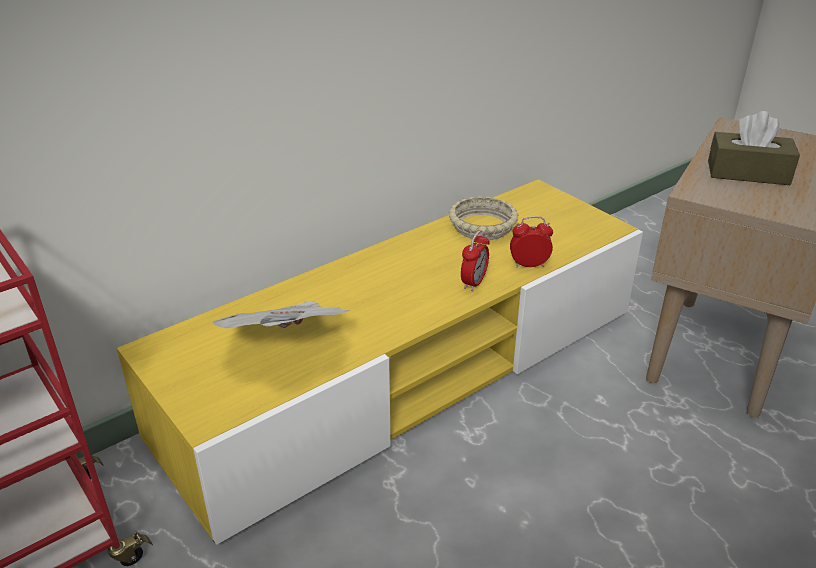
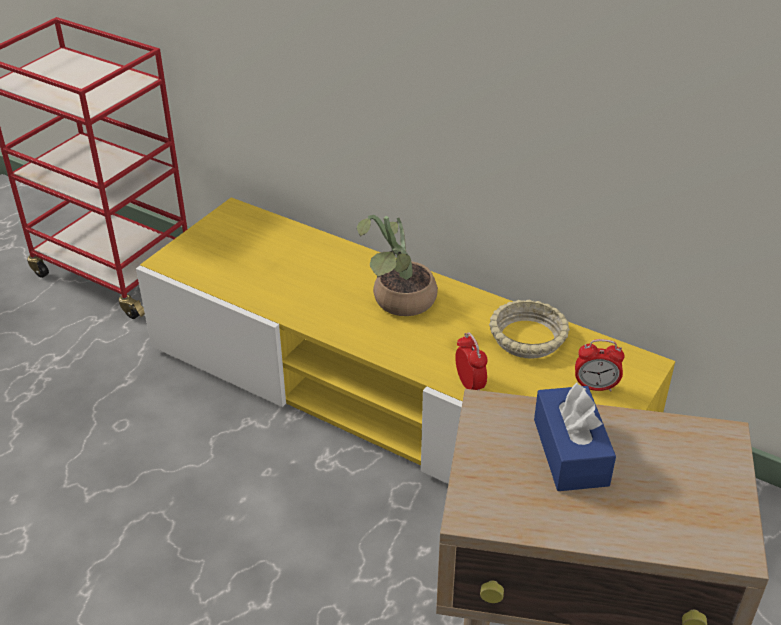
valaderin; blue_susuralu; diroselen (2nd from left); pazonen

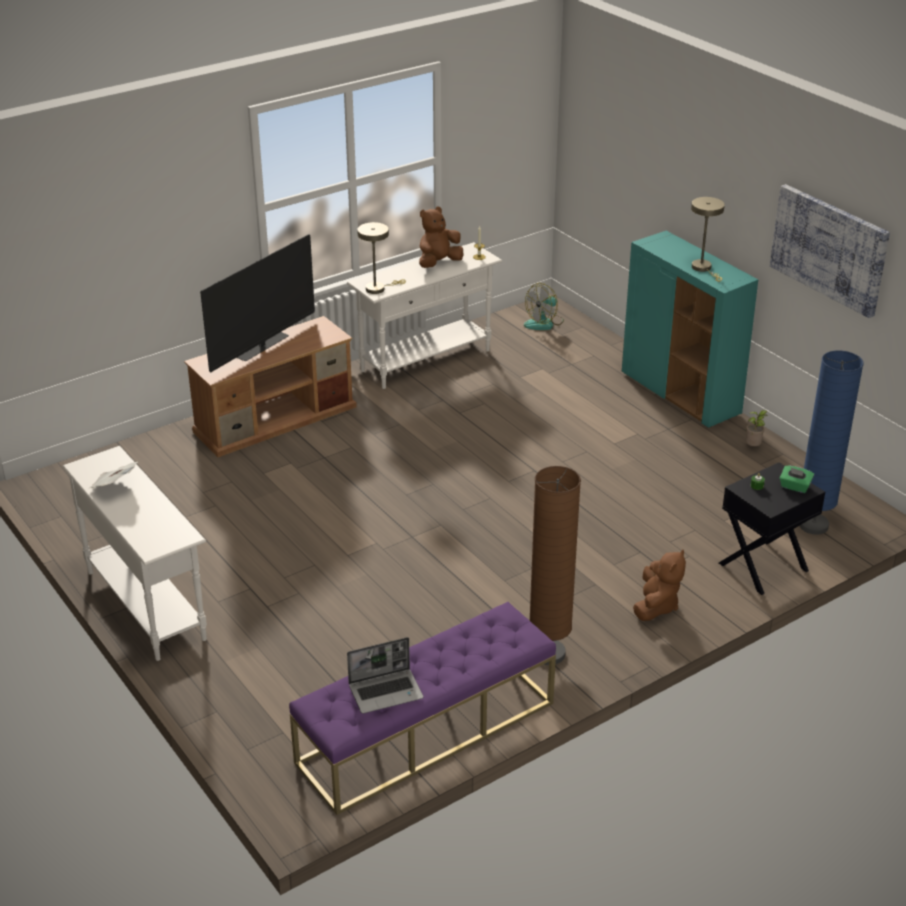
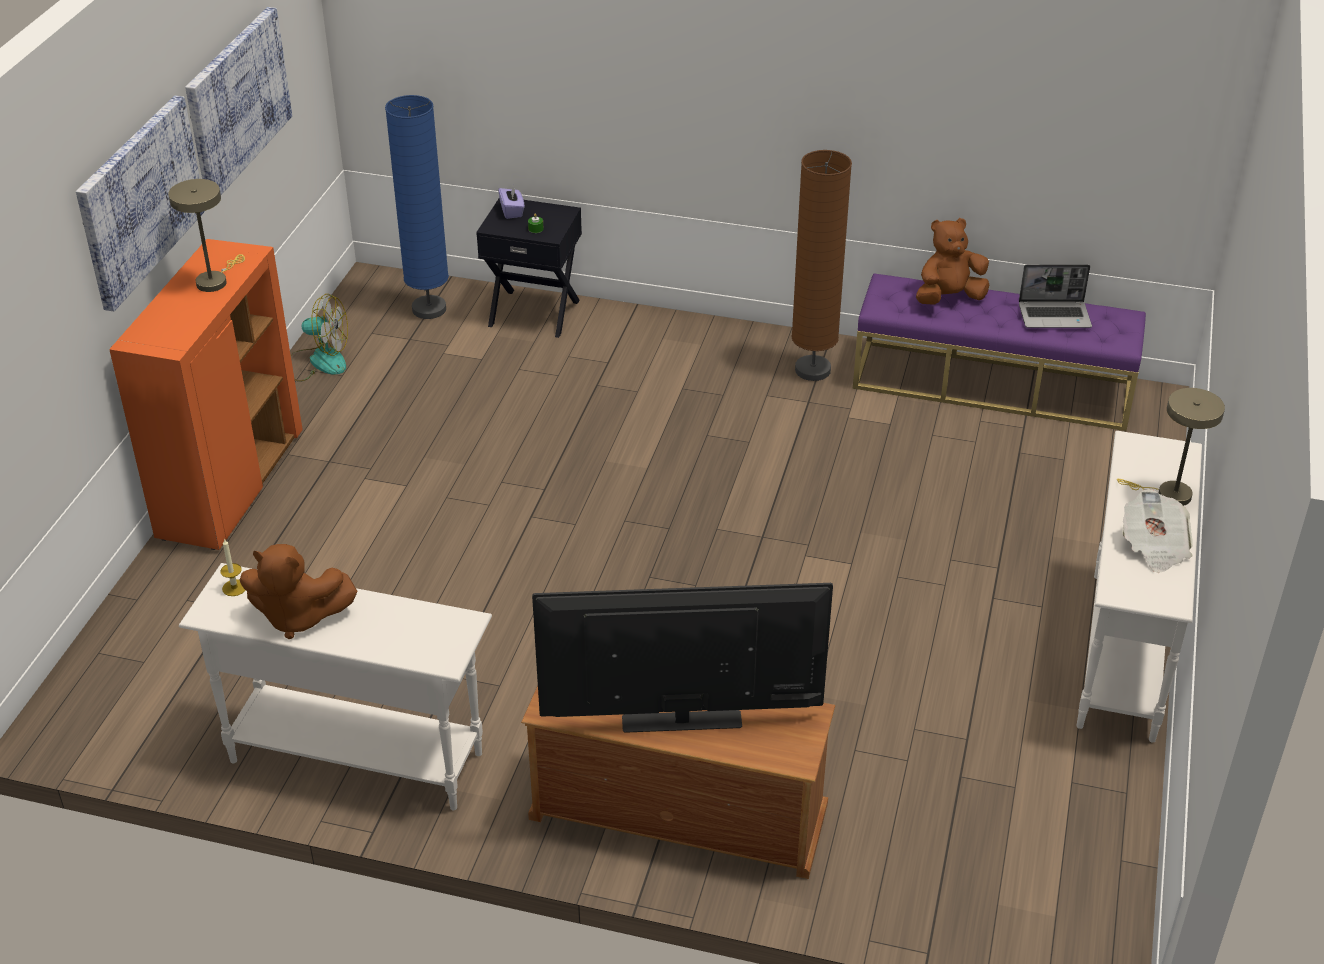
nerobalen (1st from left); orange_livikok; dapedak; purple_susuralu; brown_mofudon (2nd from left); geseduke; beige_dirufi (2nd from left); valaderin

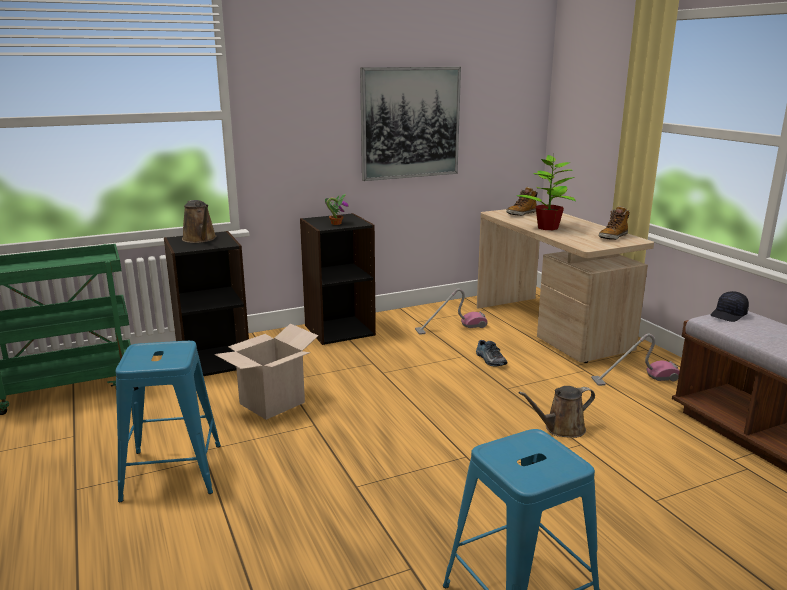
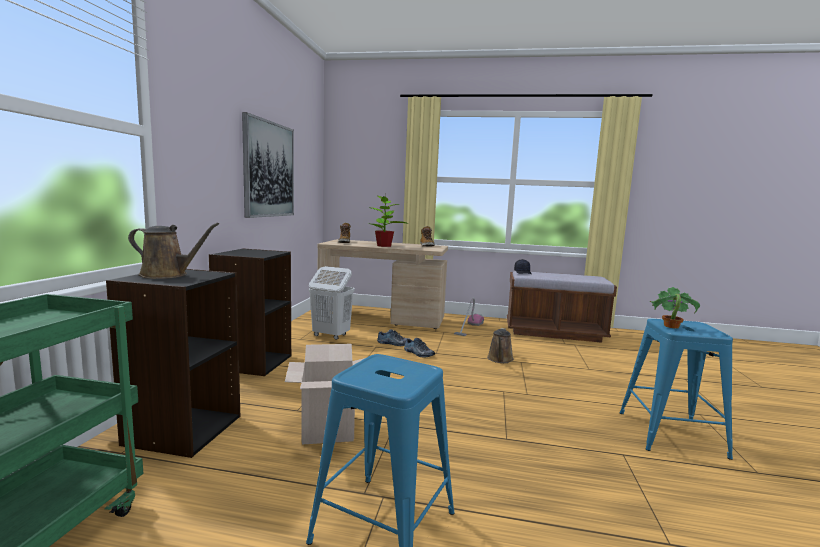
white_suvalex; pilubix (2nd from left); valaderin (2nd from left)

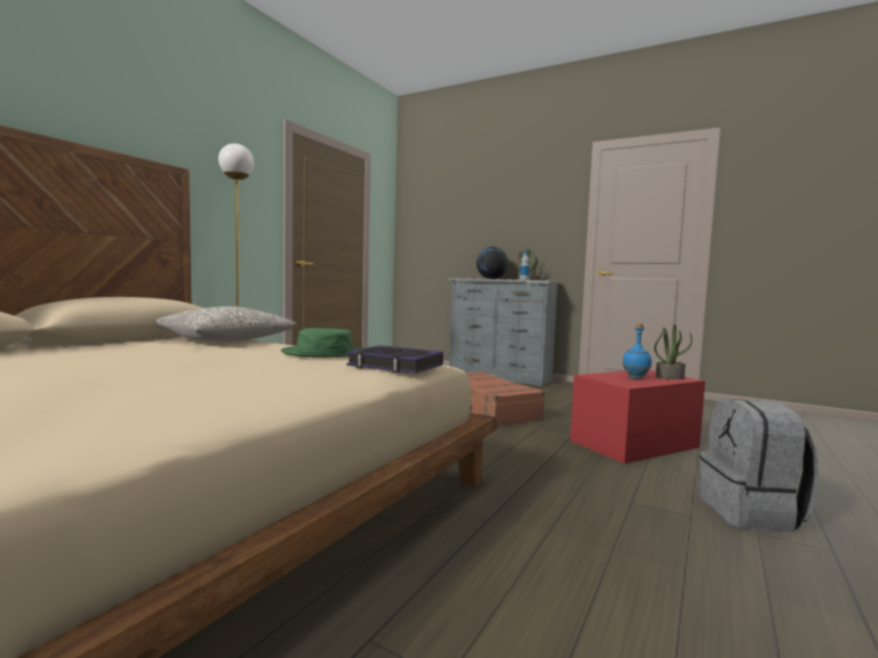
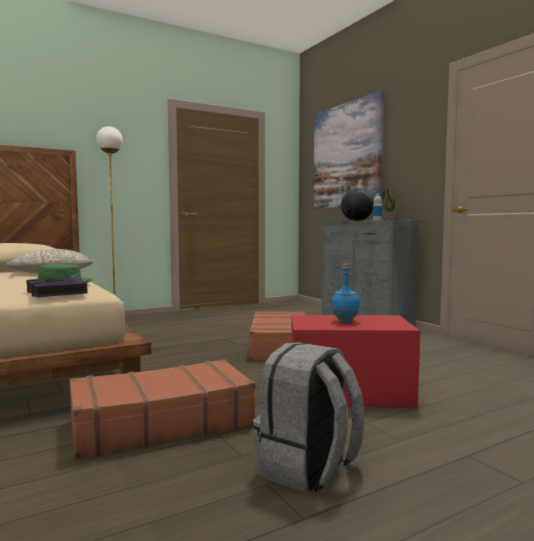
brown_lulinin (1st from left); nerobalen; valaderin (2nd from left in the first image)

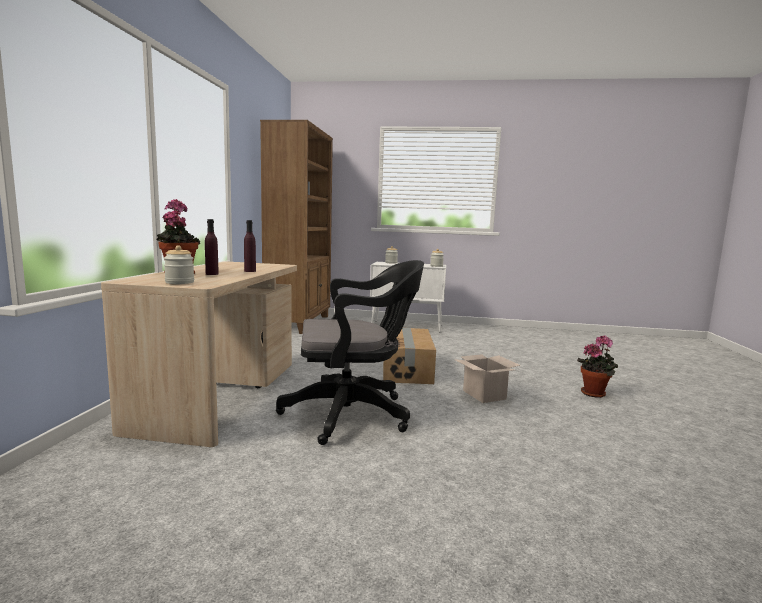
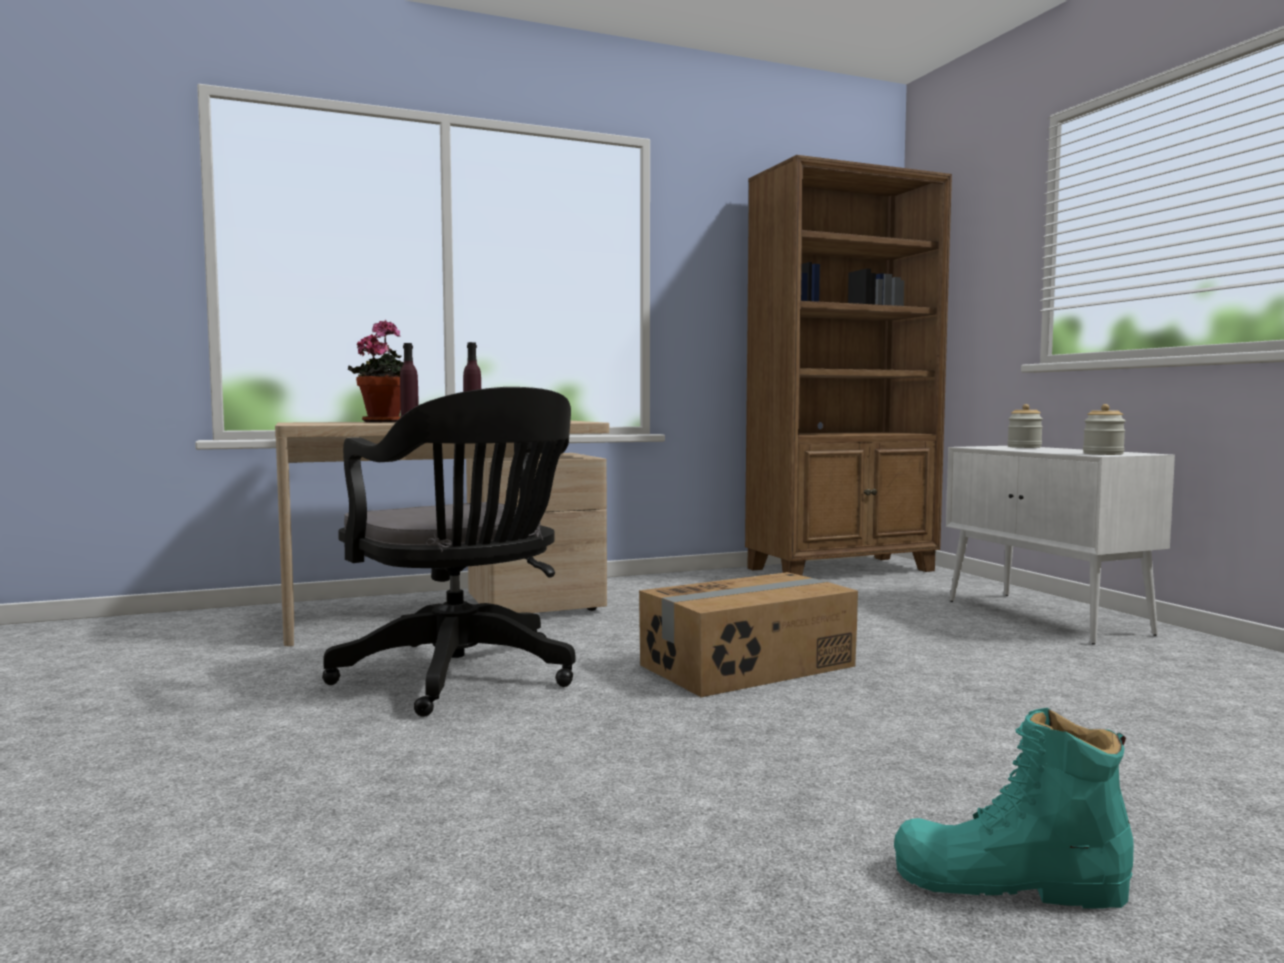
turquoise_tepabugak; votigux (1st from left in the first image); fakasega (2nd from left in the first image)

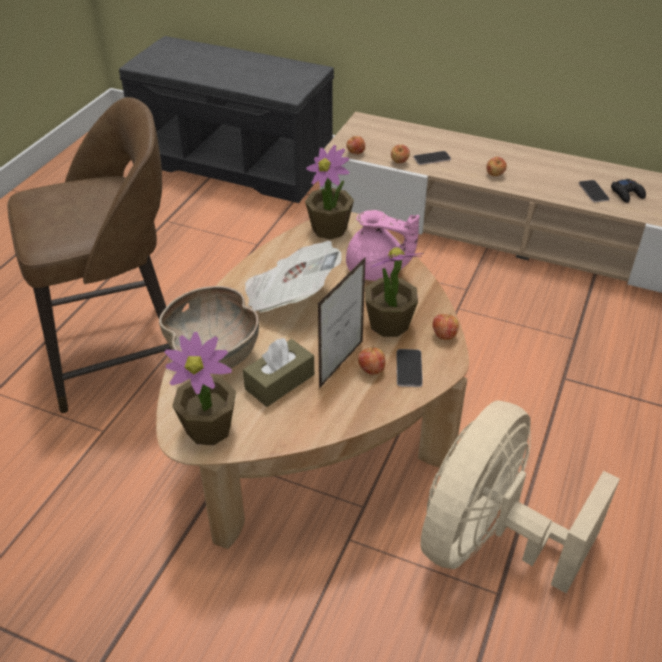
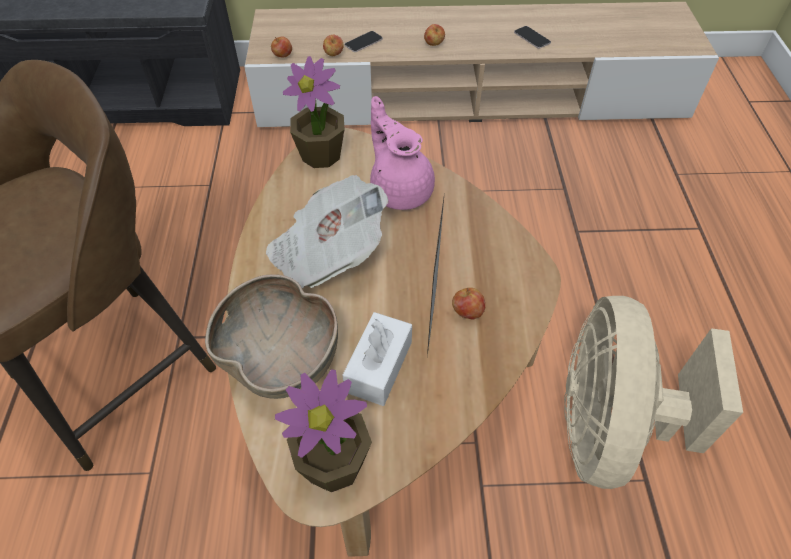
white_susuralu; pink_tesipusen; valaderin (3rd from left in the first image); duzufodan (1st from left in the first image); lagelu (4th from left in the first image); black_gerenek

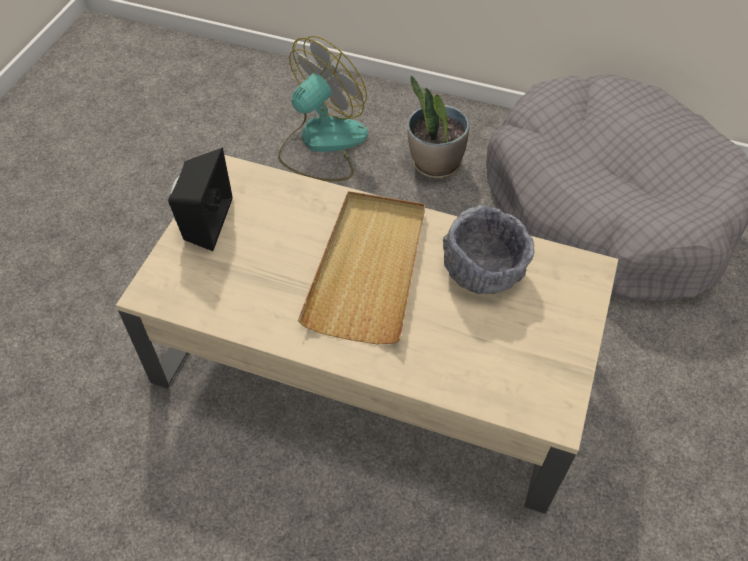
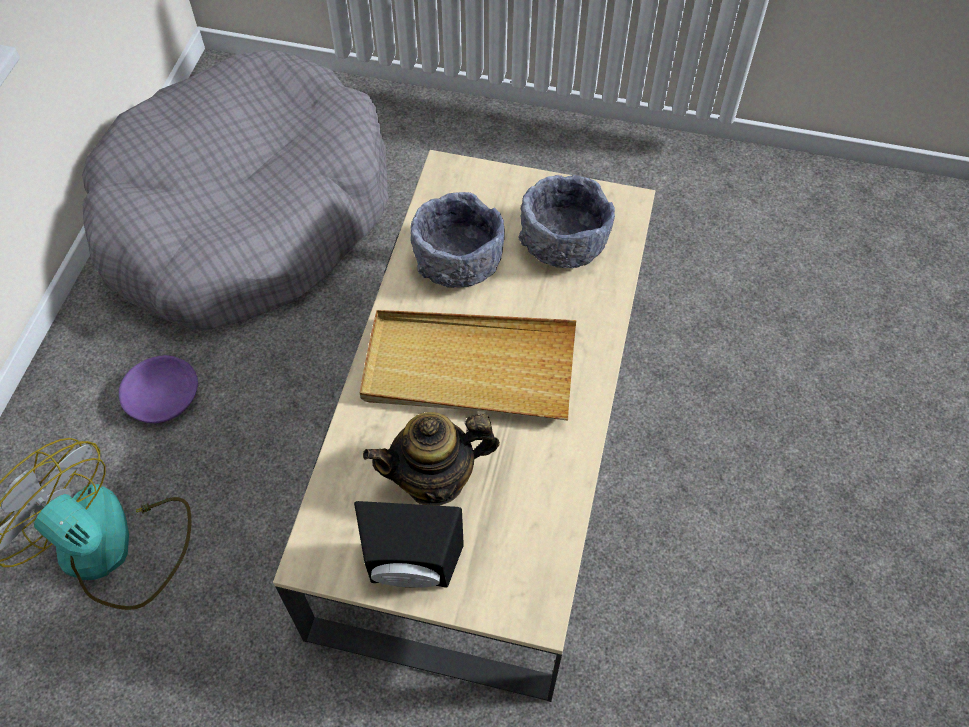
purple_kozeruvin; tesipusen; grey_kozeruvin (2nd from left)

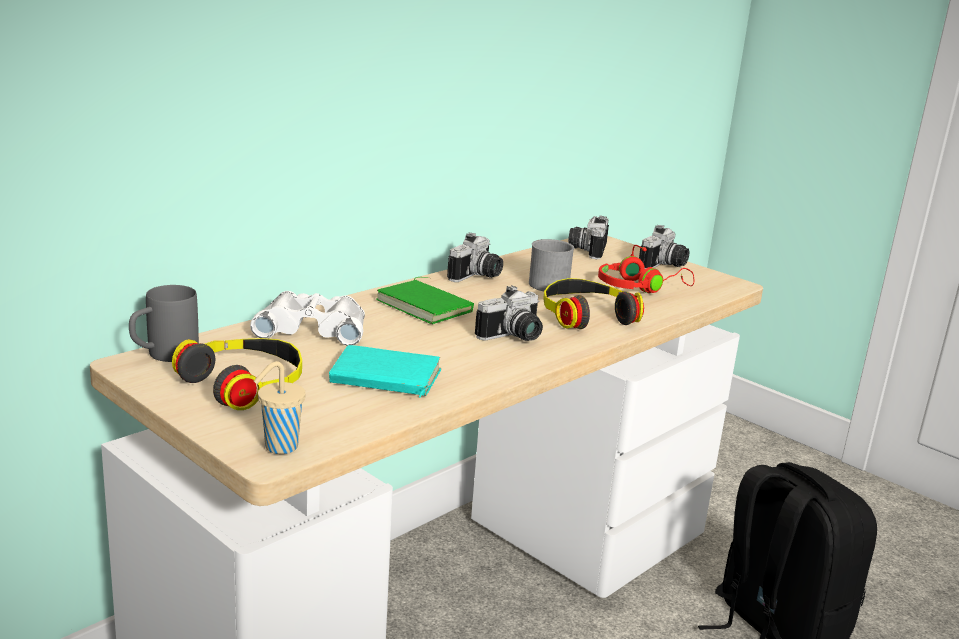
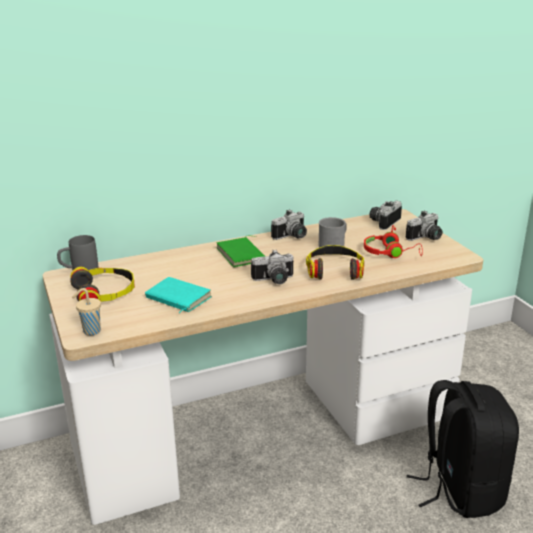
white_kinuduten

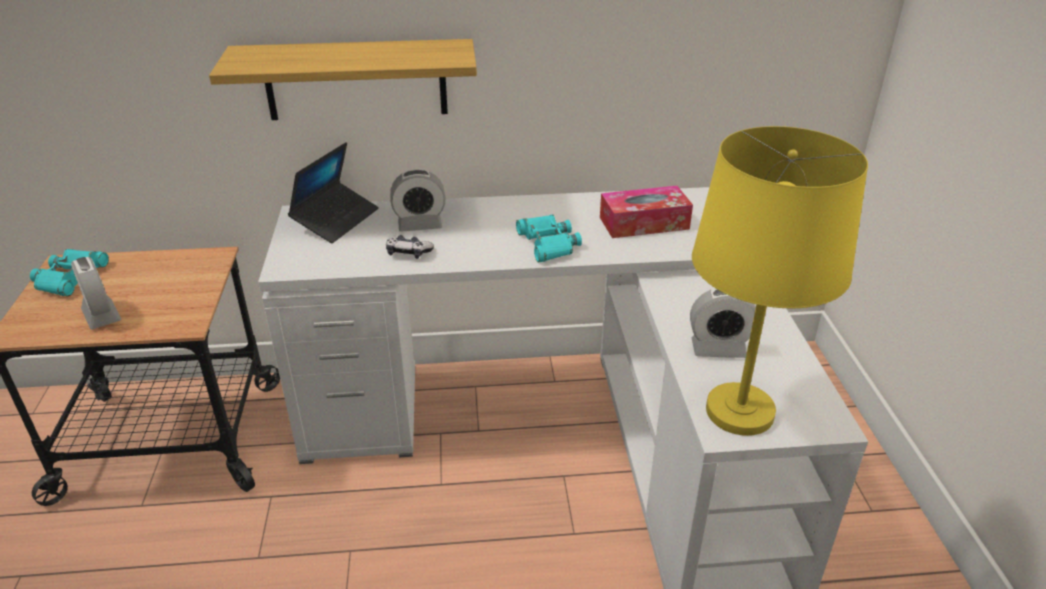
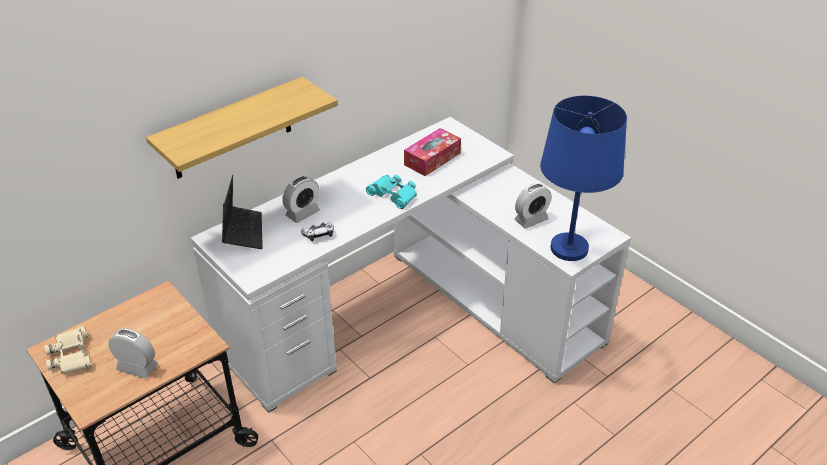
beige_kinuduten; blue_dirufi

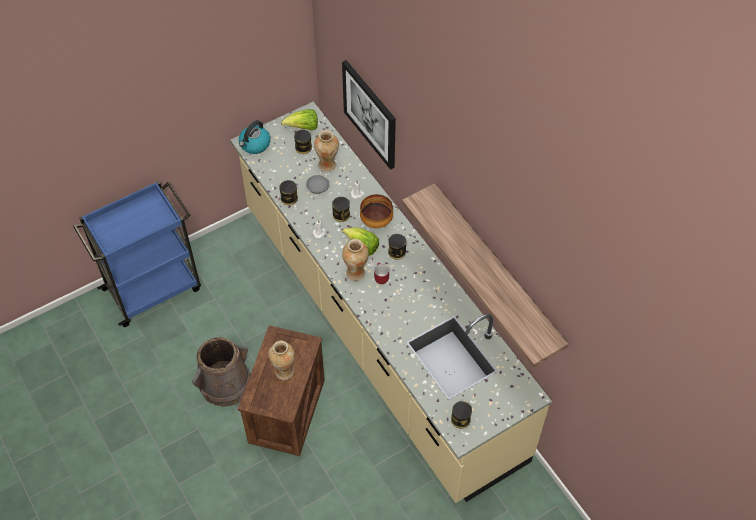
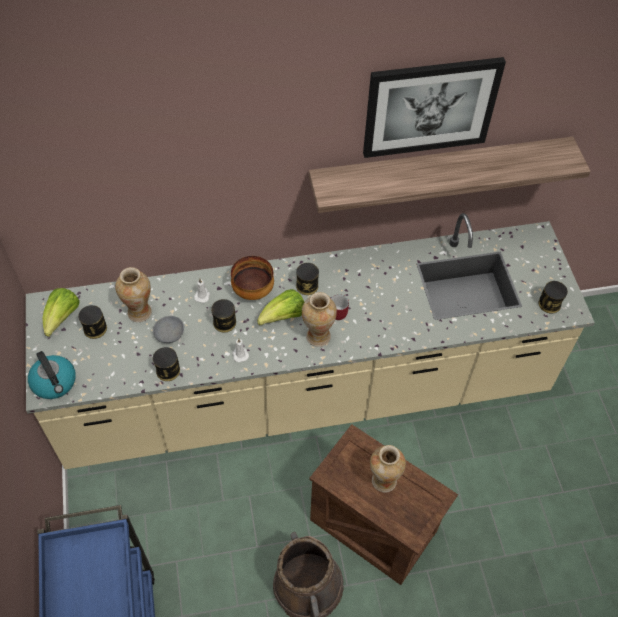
nerobalen

